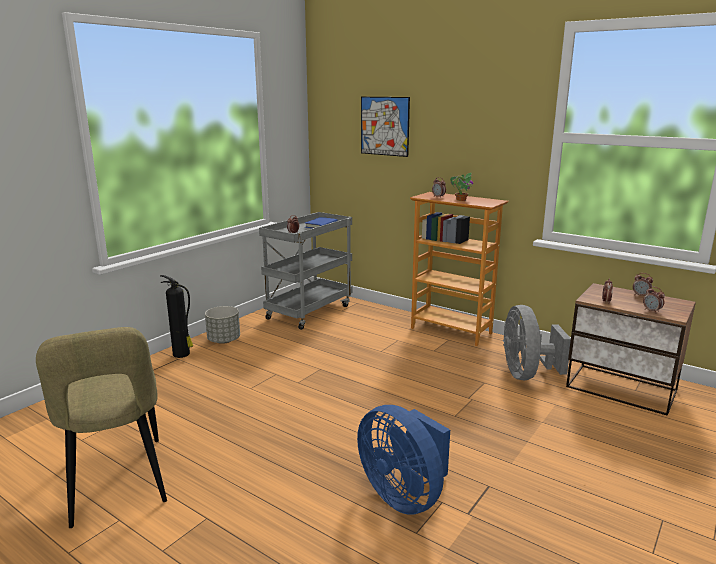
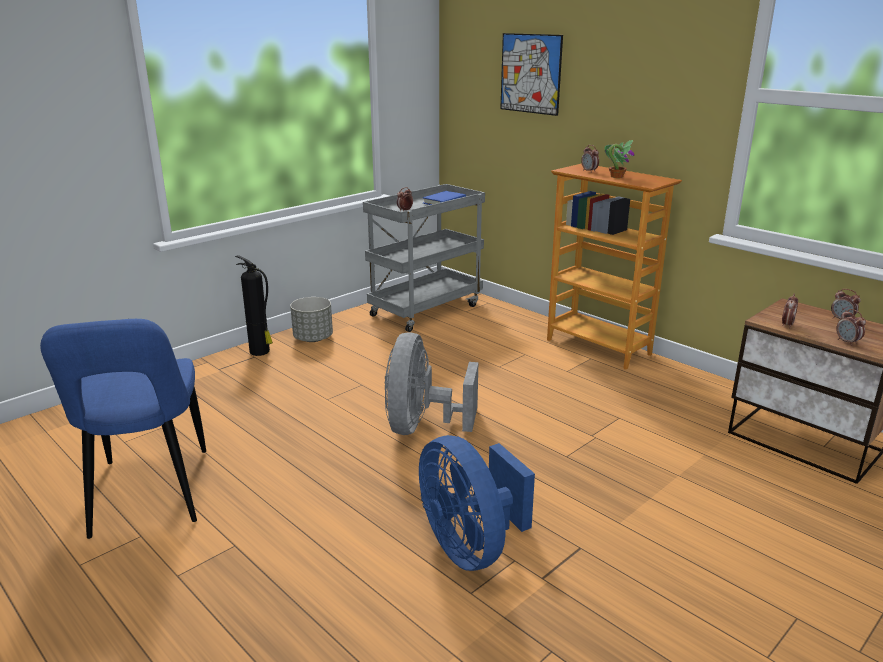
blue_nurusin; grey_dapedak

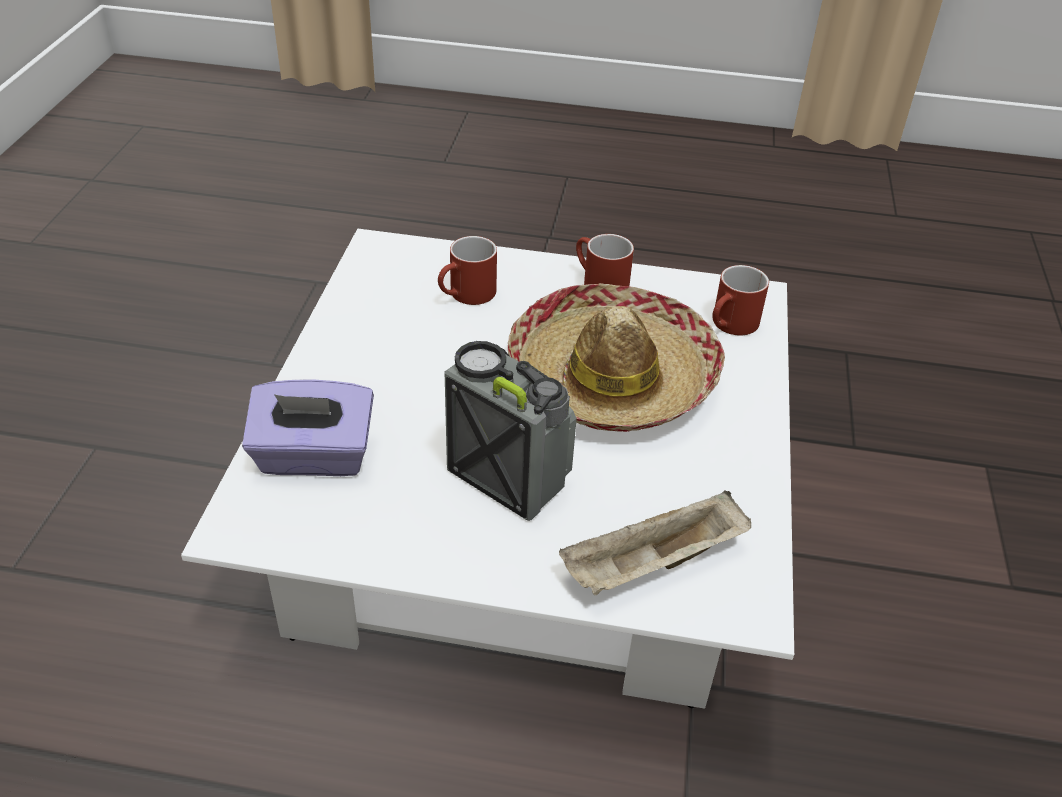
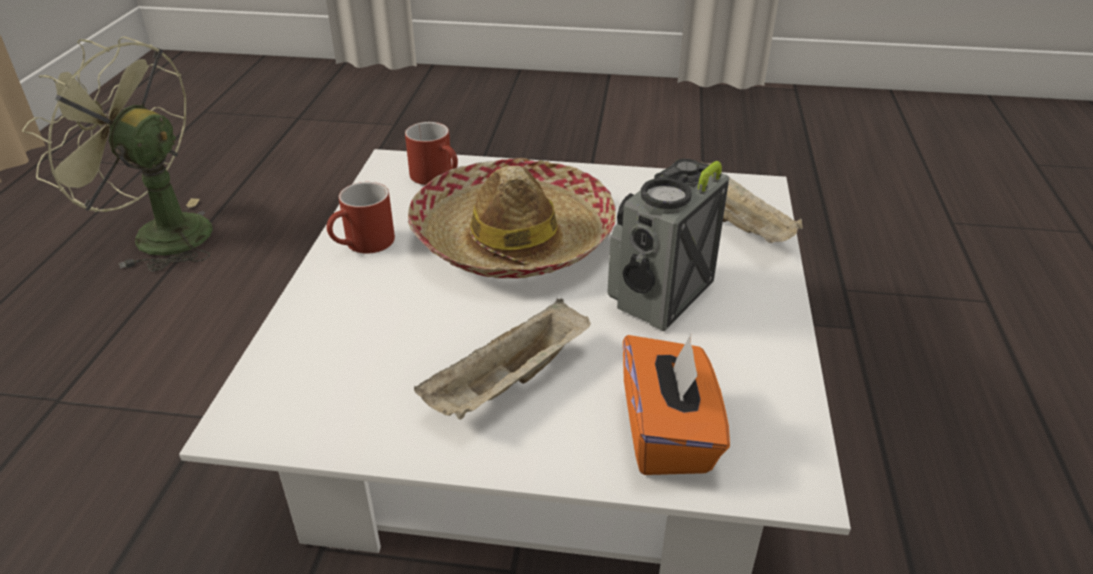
green_dapedak; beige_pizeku (1st from left); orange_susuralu; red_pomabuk (1st from left in the first image)

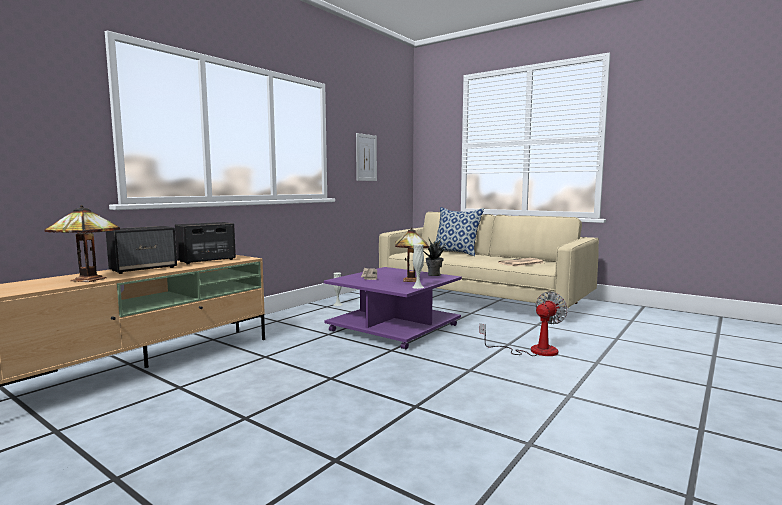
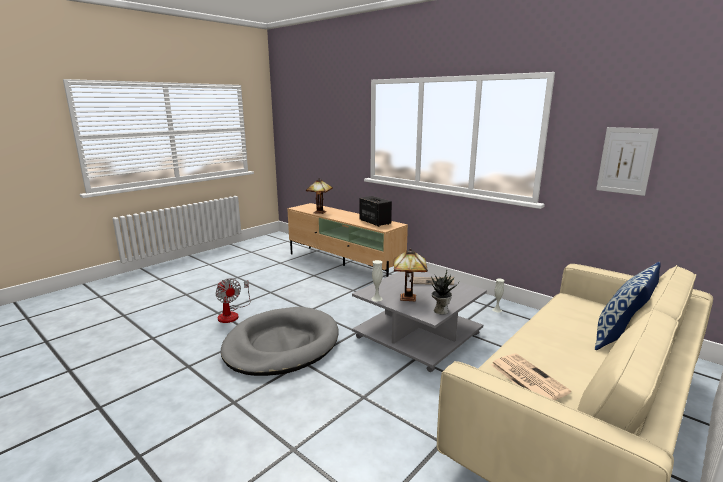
dapedak; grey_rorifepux; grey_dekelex; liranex (1st from left in the first image)

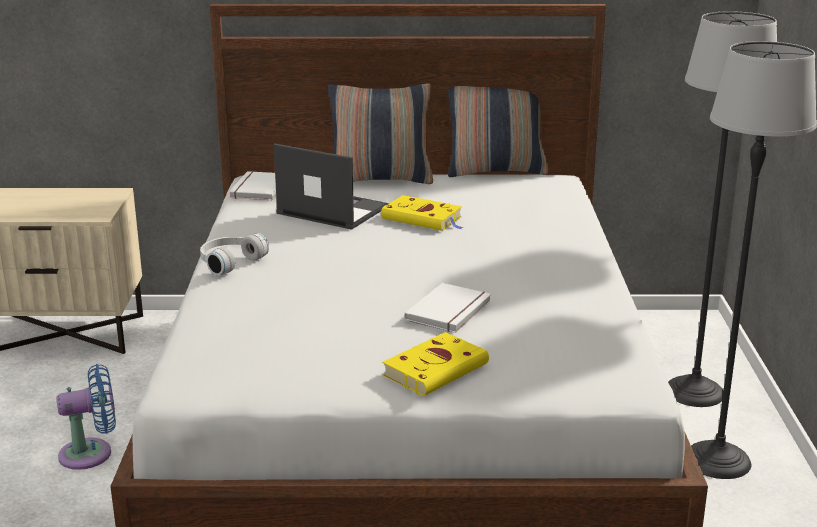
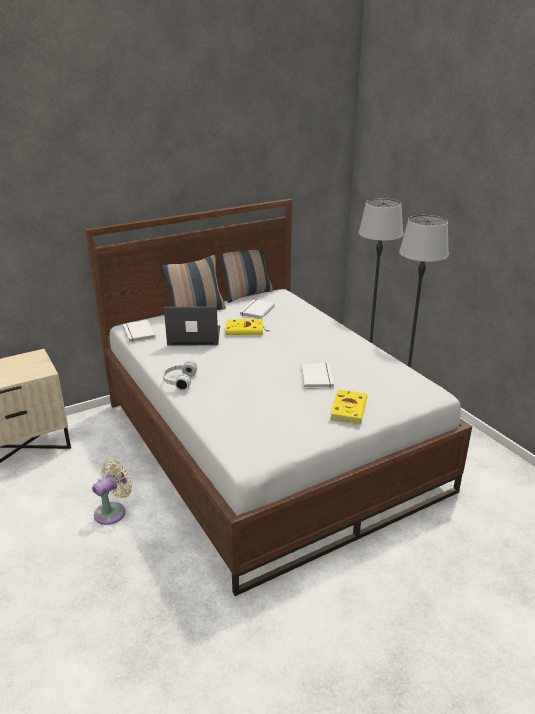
beige_dapedak; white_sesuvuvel (2nd from left)

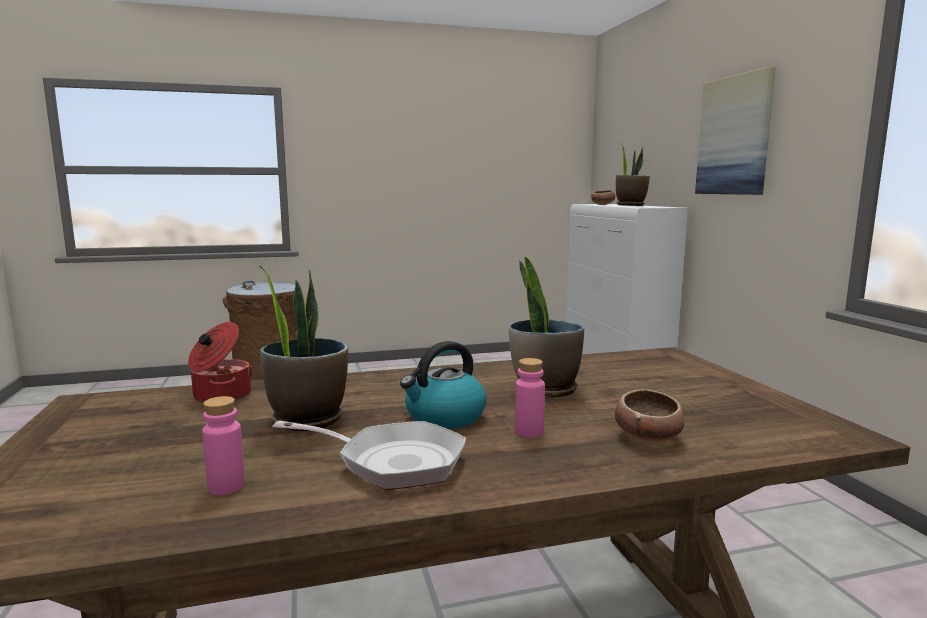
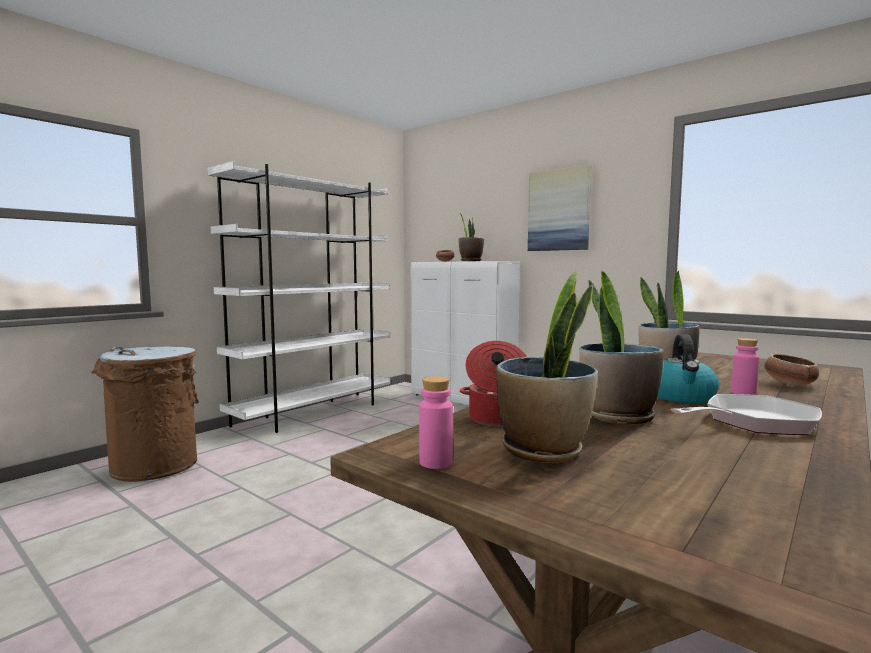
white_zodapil; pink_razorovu (1st from left); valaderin (2nd from left)

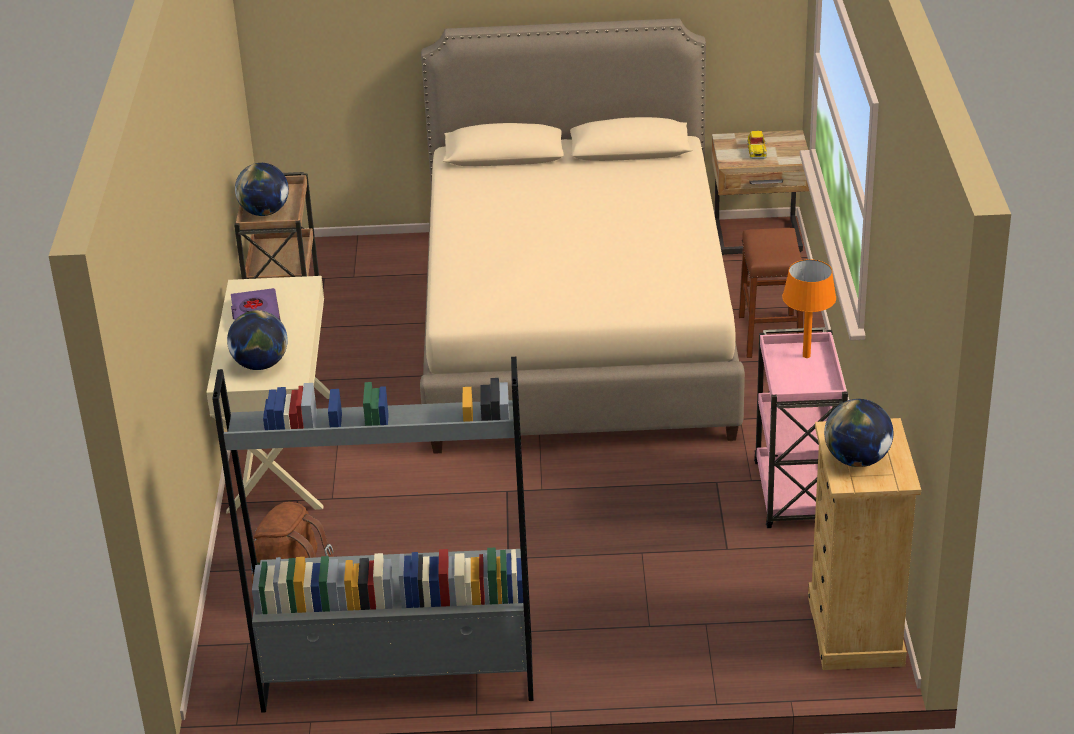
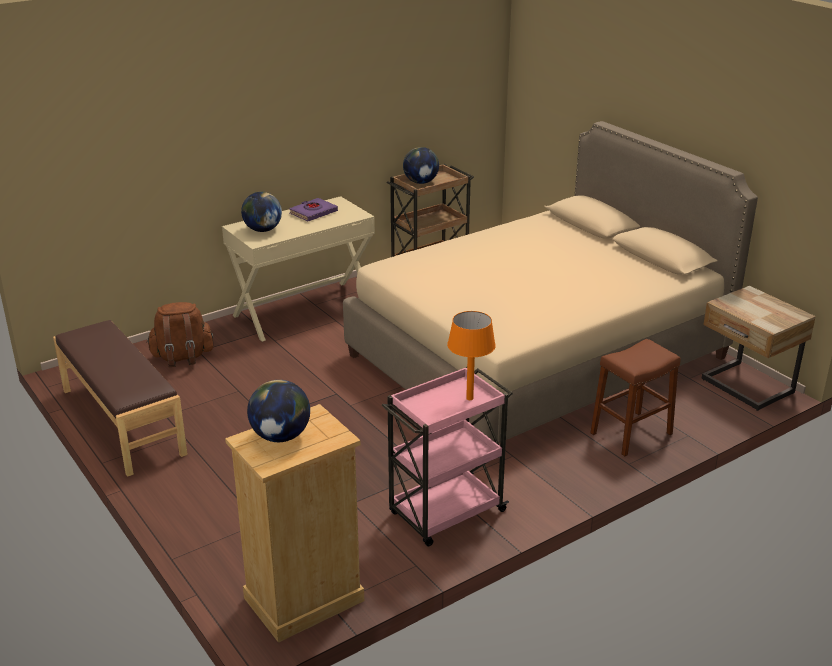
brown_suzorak; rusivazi

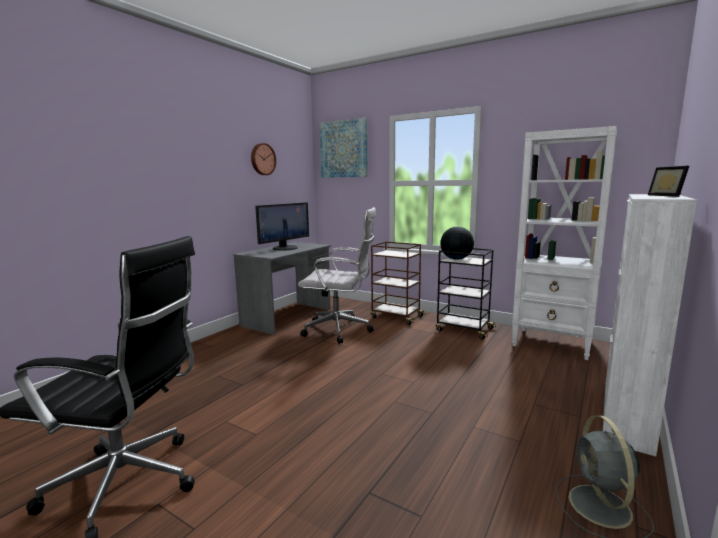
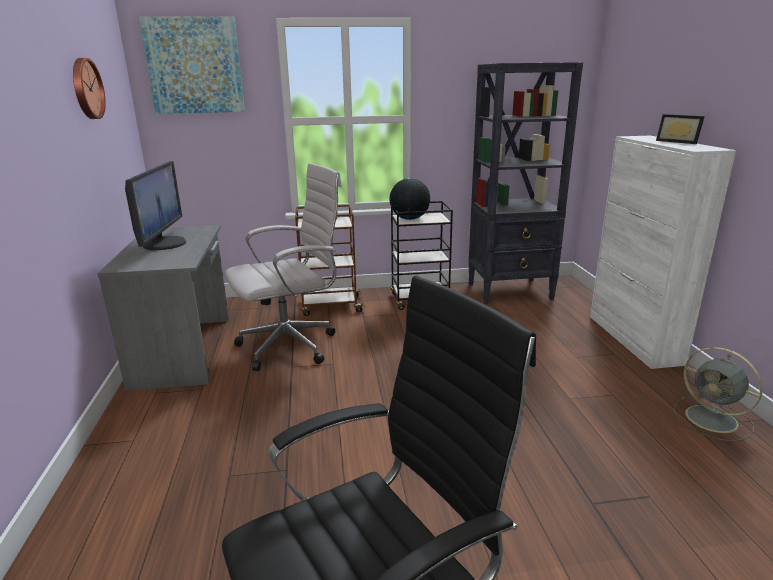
black_zodapil

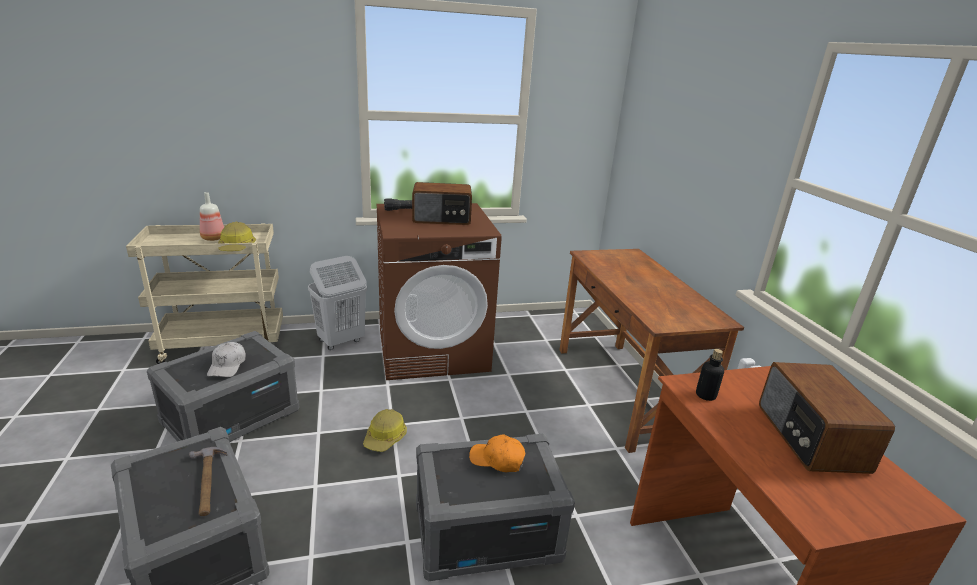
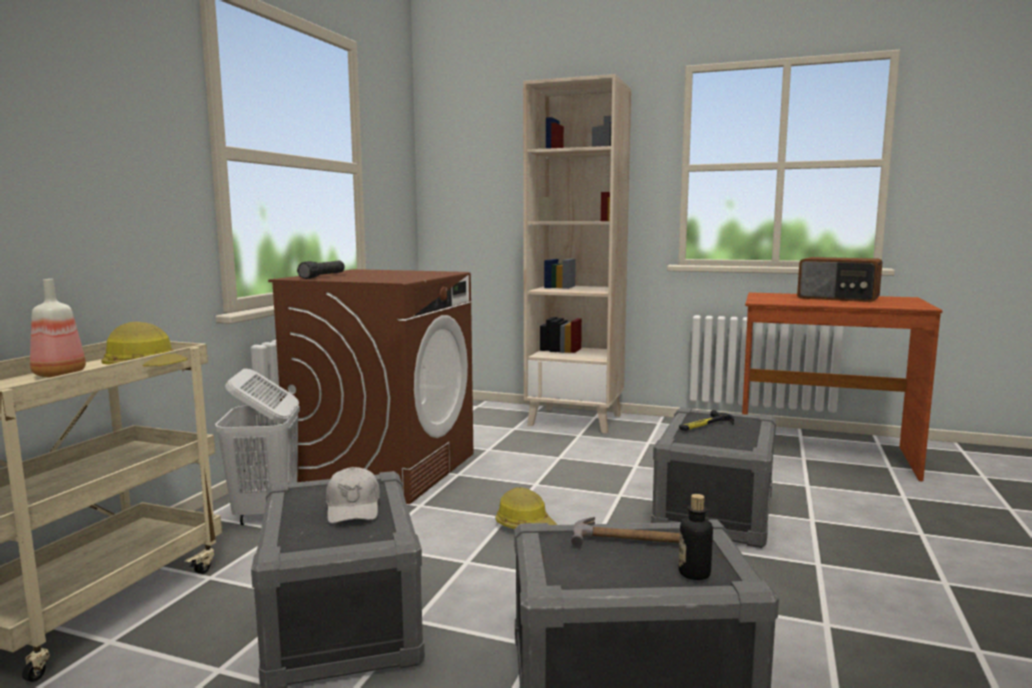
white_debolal; beige_zodapil; razorovu (2nd from left); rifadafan (2nd from left); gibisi (1st from left in the first image)

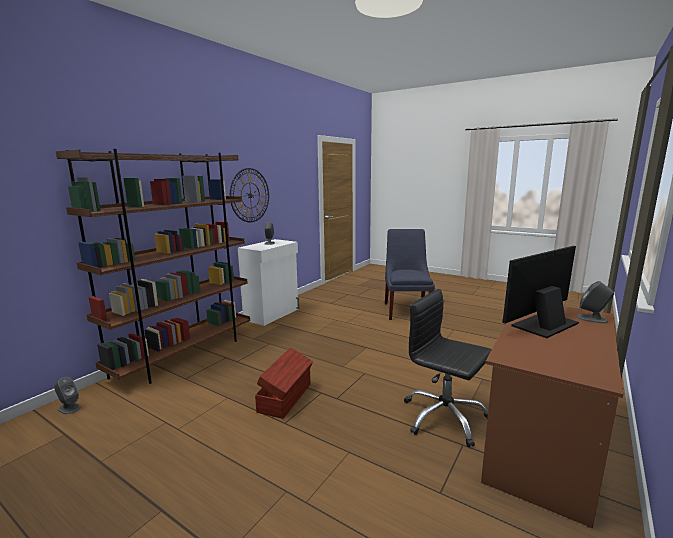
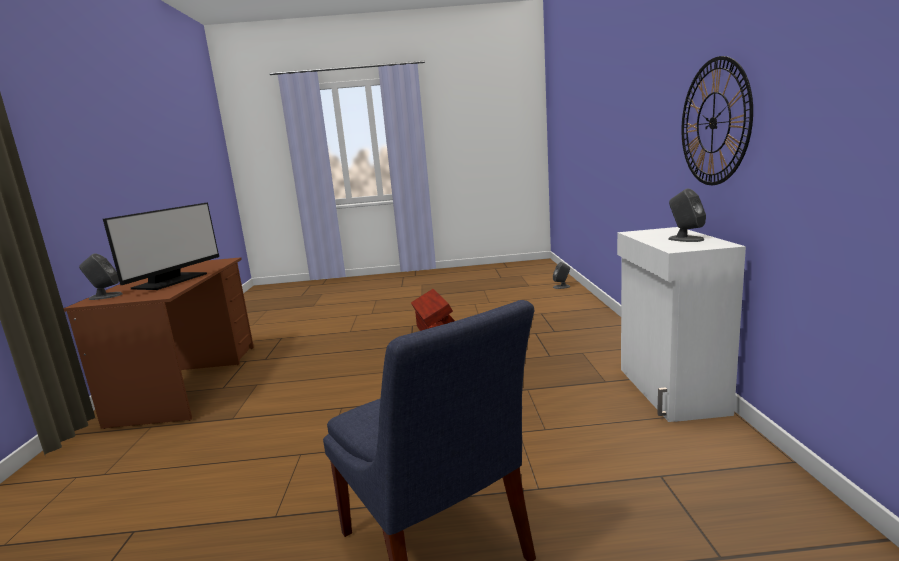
brown_zodapil; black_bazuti

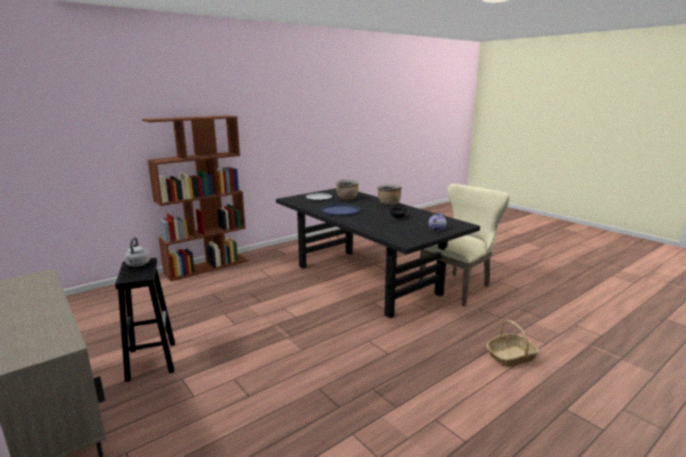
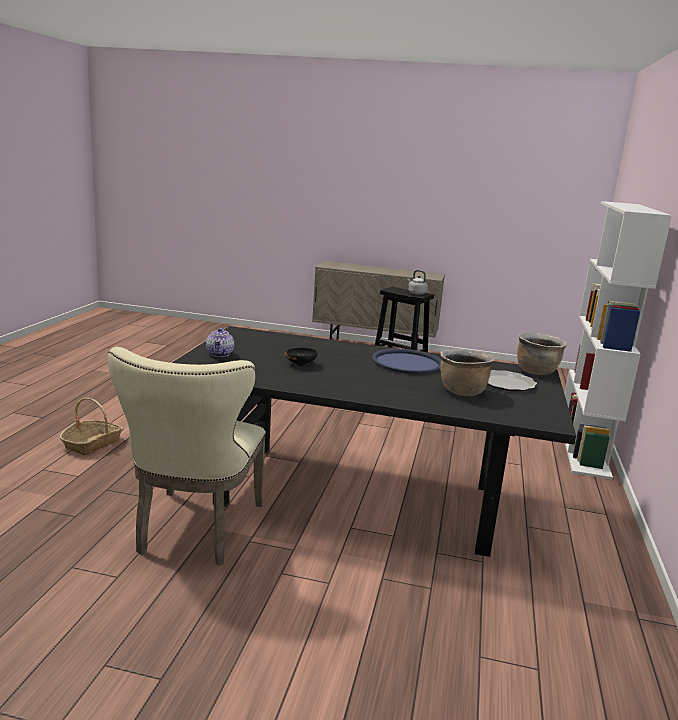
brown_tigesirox (2nd from left); white_zodapil

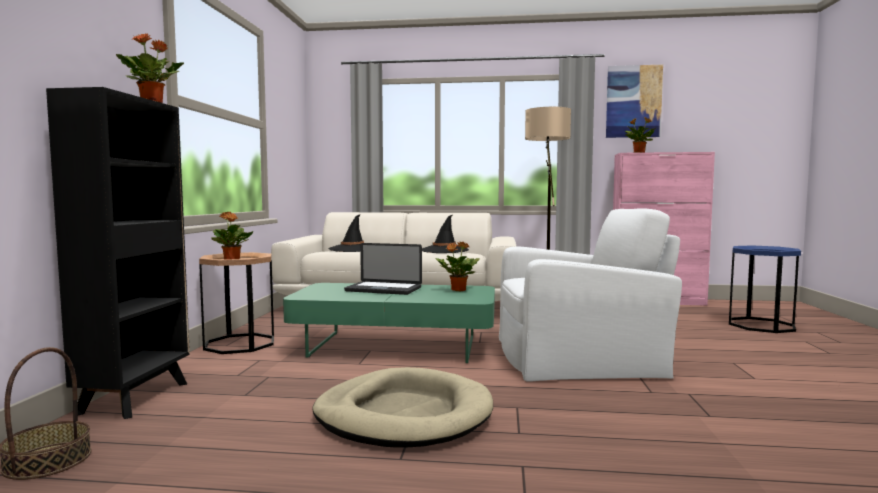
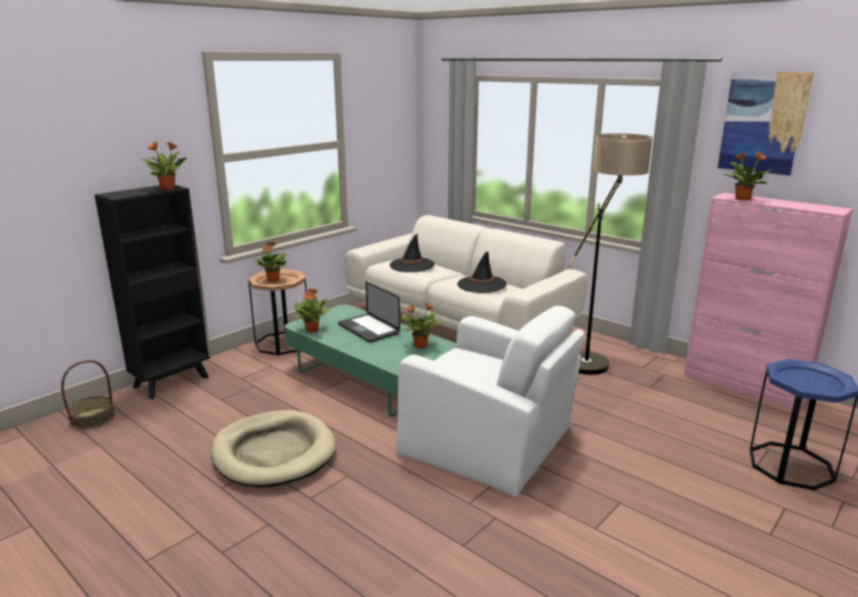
valaderin (3rd from left)

